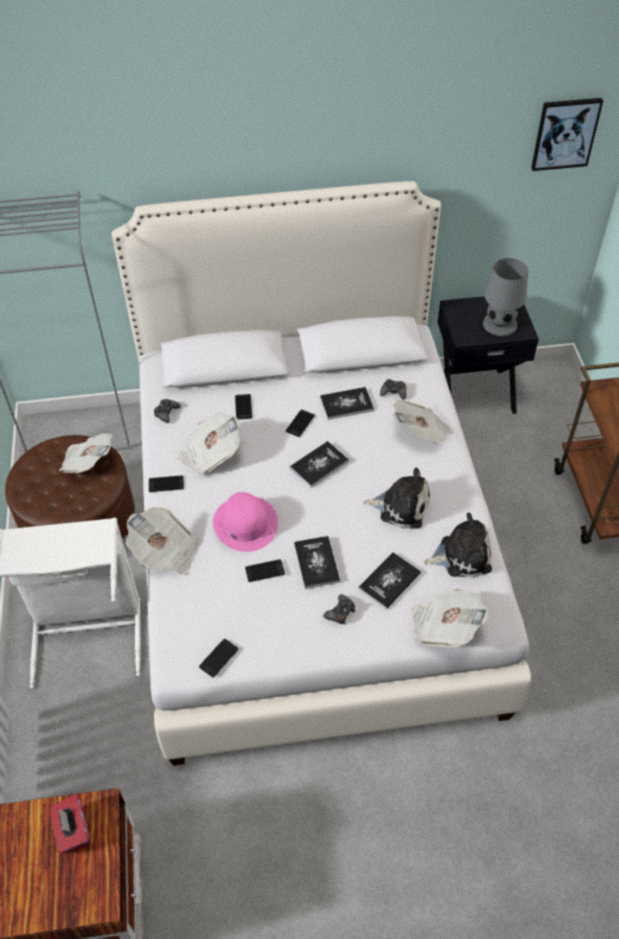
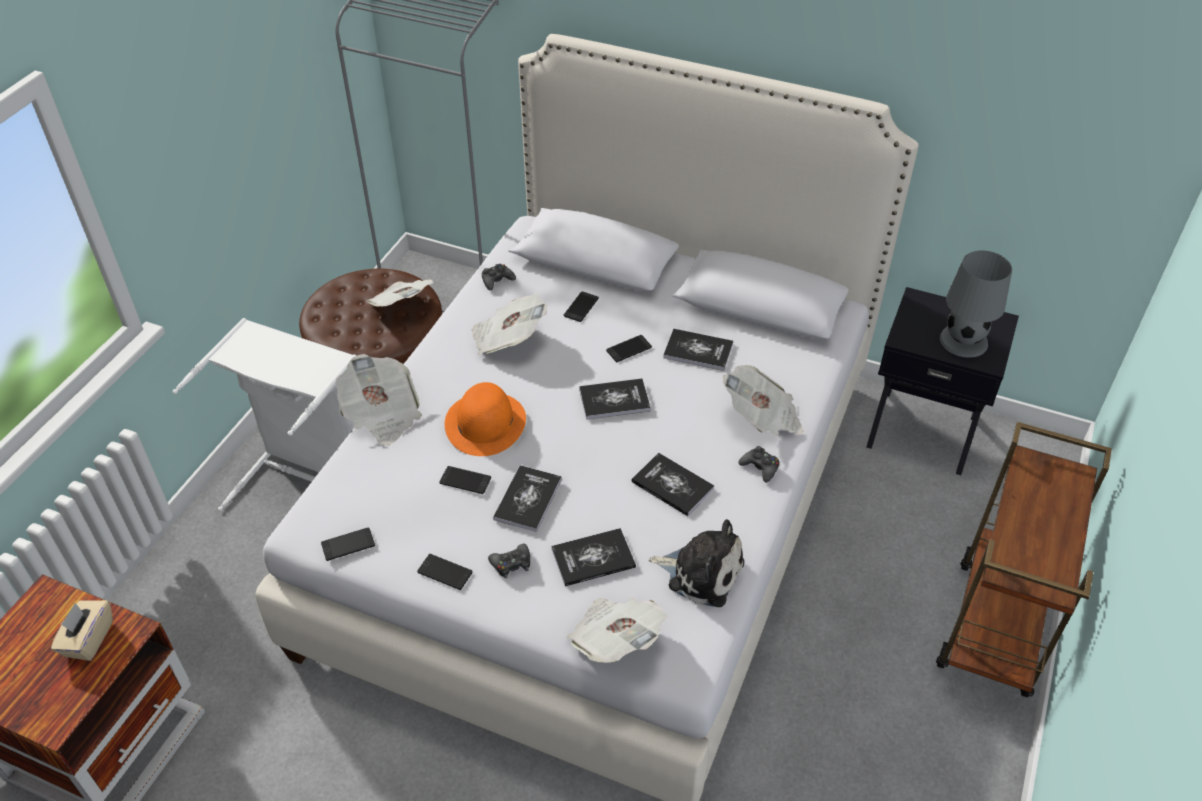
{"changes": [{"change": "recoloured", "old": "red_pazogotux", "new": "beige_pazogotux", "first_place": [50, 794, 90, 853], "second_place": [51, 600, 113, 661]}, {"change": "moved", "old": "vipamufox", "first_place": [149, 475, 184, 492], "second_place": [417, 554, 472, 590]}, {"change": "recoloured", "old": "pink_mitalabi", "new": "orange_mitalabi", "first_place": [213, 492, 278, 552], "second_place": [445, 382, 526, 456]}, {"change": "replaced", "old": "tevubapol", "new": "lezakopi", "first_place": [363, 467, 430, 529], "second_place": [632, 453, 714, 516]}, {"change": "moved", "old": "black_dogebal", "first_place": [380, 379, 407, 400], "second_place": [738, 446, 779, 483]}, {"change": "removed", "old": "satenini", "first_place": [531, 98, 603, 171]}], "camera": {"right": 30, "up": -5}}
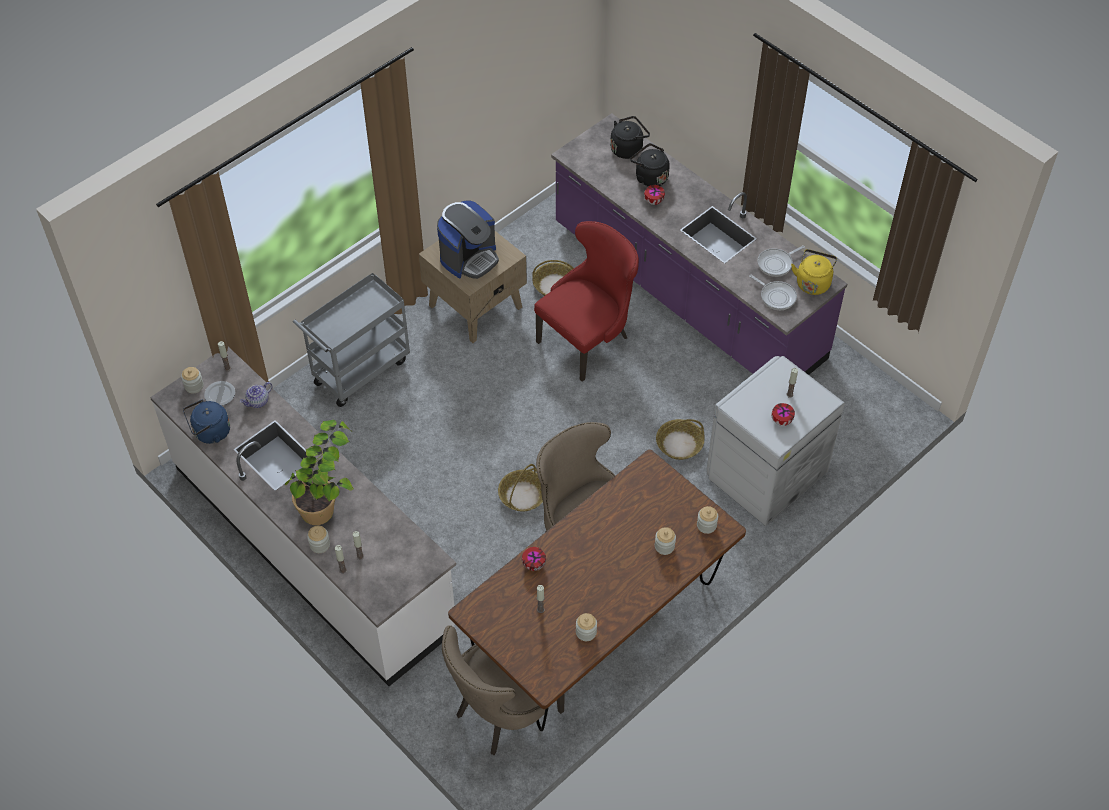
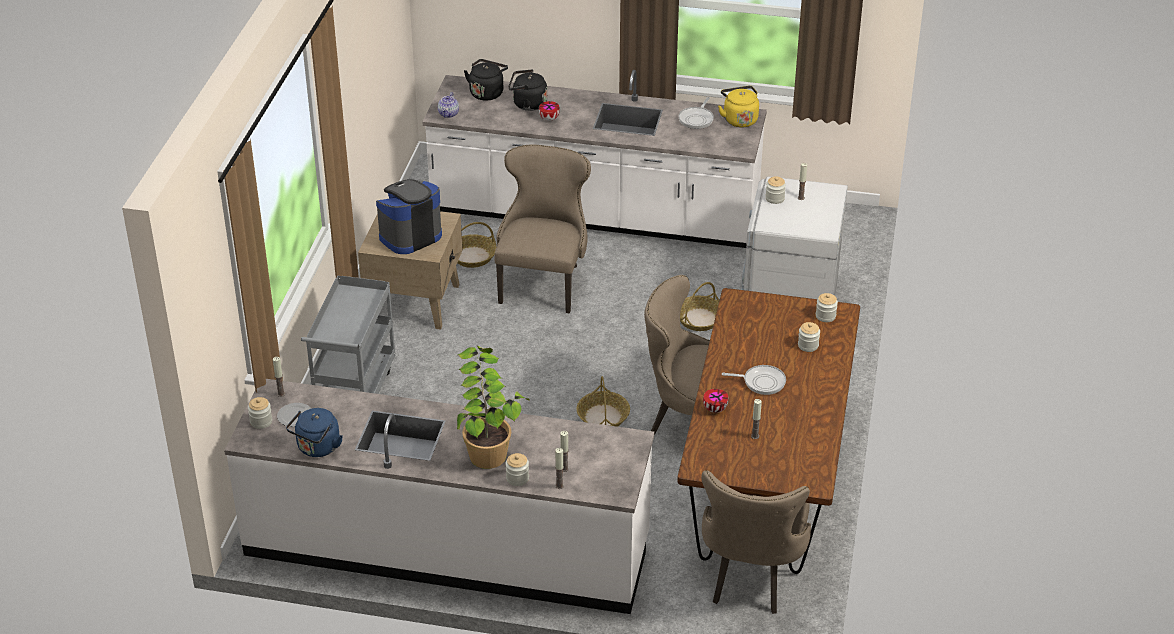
{"changes": [{"change": "turned", "old": "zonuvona", "first_place": [437, 200, 499, 279], "second_place": [376, 179, 442, 254], "degrees": -135}, {"change": "recoloured", "old": "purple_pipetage", "new": "white_pipetage", "first_place": [551, 113, 847, 375], "second_place": [423, 70, 767, 248]}, {"change": "moved", "old": "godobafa", "first_place": [240, 382, 272, 408], "second_place": [438, 92, 459, 118]}, {"change": "recoloured", "old": "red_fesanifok", "new": "beige_fesanifok", "first_place": [534, 221, 639, 382], "second_place": [494, 144, 591, 314]}, {"change": "moved", "old": "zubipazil", "first_place": [749, 275, 797, 310], "second_place": [722, 365, 786, 395]}, {"change": "moved", "old": "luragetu", "first_place": [576, 613, 597, 641], "second_place": [765, 176, 786, 204]}, {"change": "removed", "old": "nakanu", "first_place": [771, 403, 795, 426]}], "camera": {"right": -35, "up": -15}}
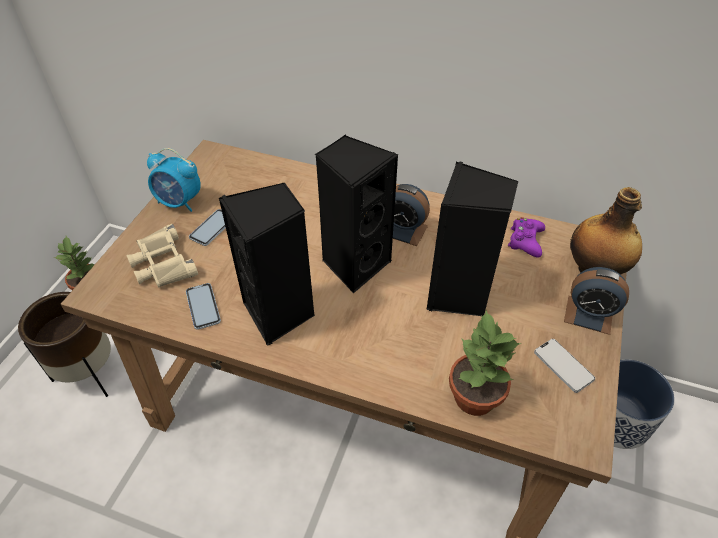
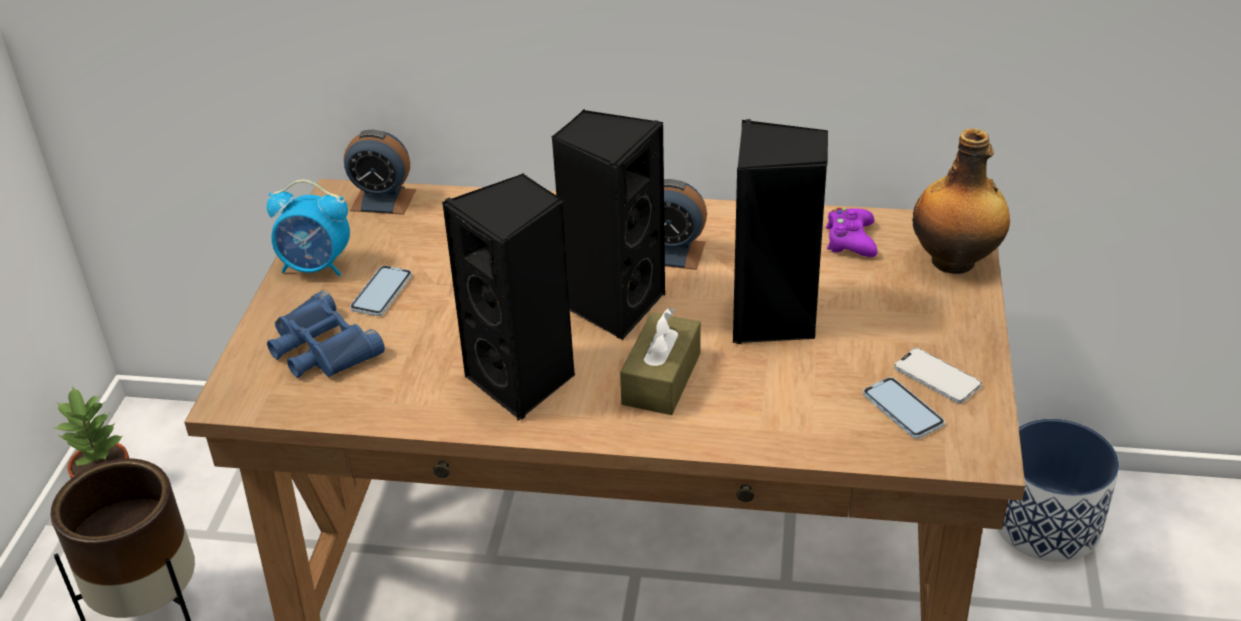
{"changes": [{"change": "recoloured", "old": "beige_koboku", "new": "blue_koboku", "first_place": [126, 224, 198, 288], "second_place": [267, 290, 385, 378]}, {"change": "moved", "old": "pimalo", "first_place": [564, 267, 629, 335], "second_place": [344, 130, 416, 215]}, {"change": "added", "new": "brown_pazogotux", "second_place": [620, 307, 701, 415]}, {"change": "moved", "old": "vipamufox", "first_place": [186, 283, 221, 330], "second_place": [863, 377, 945, 439]}, {"change": "removed", "old": "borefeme", "first_place": [449, 310, 521, 416]}], "camera": {"right": -10, "up": -10}}
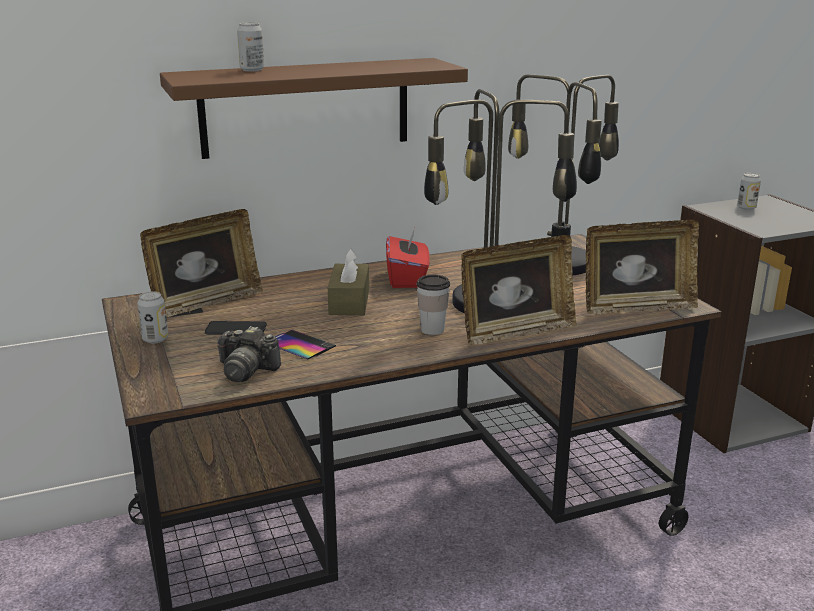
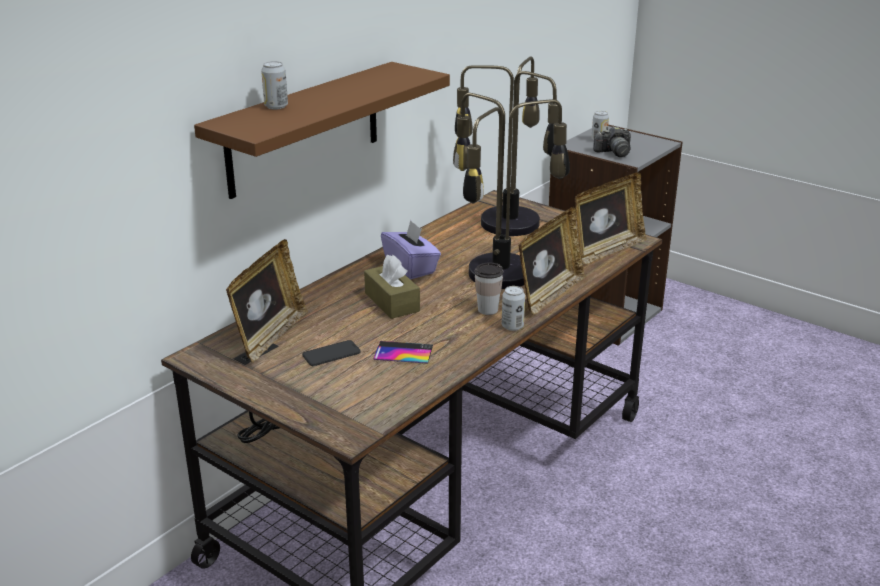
{"changes": [{"change": "recoloured", "old": "red_pazogotux", "new": "purple_pazogotux", "first_place": [386, 230, 430, 288], "second_place": [381, 220, 441, 279]}, {"change": "moved", "old": "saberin", "first_place": [137, 291, 168, 343], "second_place": [502, 286, 525, 331]}, {"change": "moved", "old": "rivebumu", "first_place": [217, 326, 281, 382], "second_place": [593, 126, 631, 157]}], "camera": {"right": -30, "up": 5}}
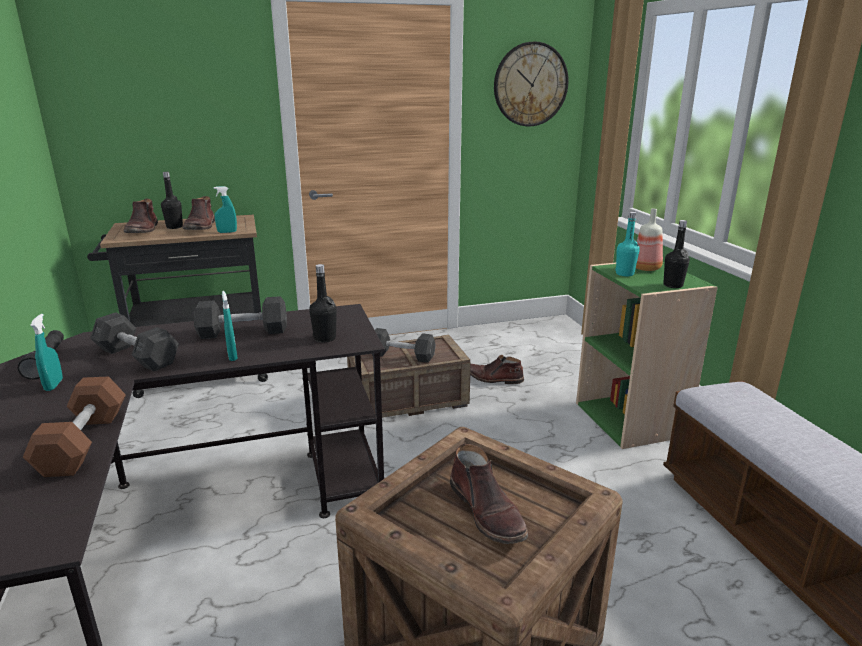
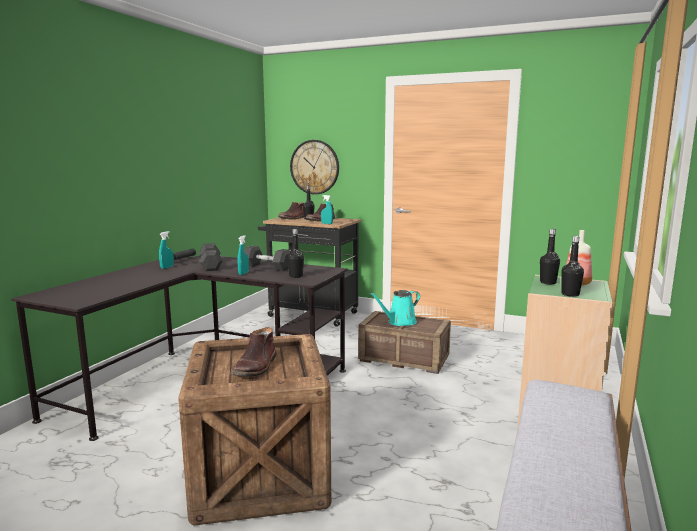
{"changes": [{"change": "moved", "old": "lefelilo", "first_place": [494, 41, 569, 127], "second_place": [290, 140, 339, 195]}, {"change": "replaced", "old": "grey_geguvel", "new": "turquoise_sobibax", "first_place": [375, 328, 436, 363], "second_place": [370, 290, 420, 326]}, {"change": "recoloured", "old": "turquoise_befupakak", "new": "black_befupakak", "first_place": [615, 212, 640, 276], "second_place": [540, 229, 560, 284]}, {"change": "removed", "old": "brown_geguvel", "first_place": [23, 376, 126, 477]}, {"change": "removed", "old": "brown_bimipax", "first_place": [470, 355, 524, 384]}], "camera": {"right": 40, "up": -10}}
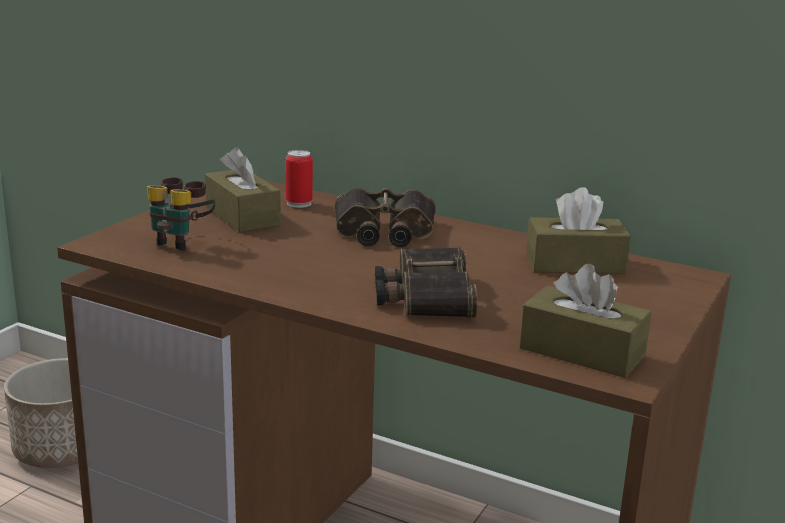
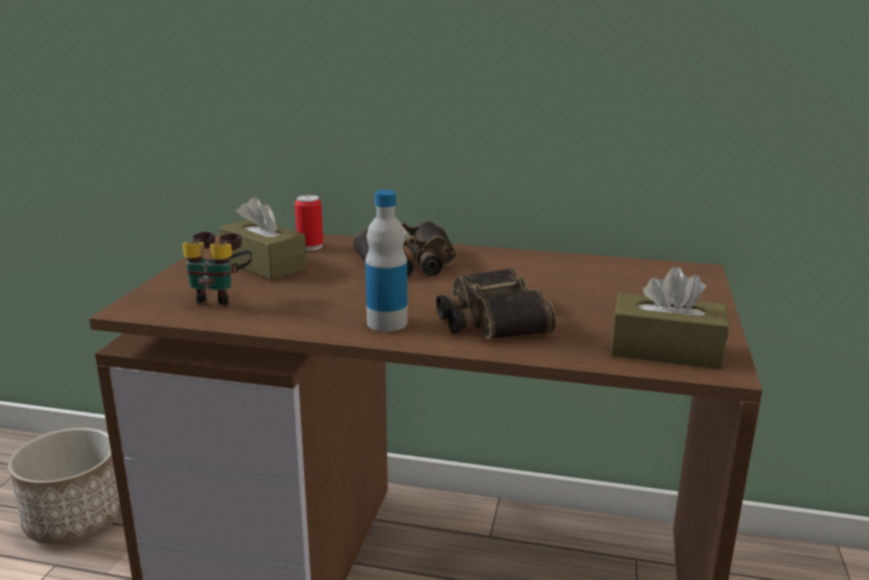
{"changes": [{"change": "added", "new": "befupakak", "second_place": [365, 190, 408, 332]}, {"change": "removed", "old": "brown_pazogotux", "first_place": [526, 187, 631, 274]}], "camera": {"right": -15, "up": 0}}
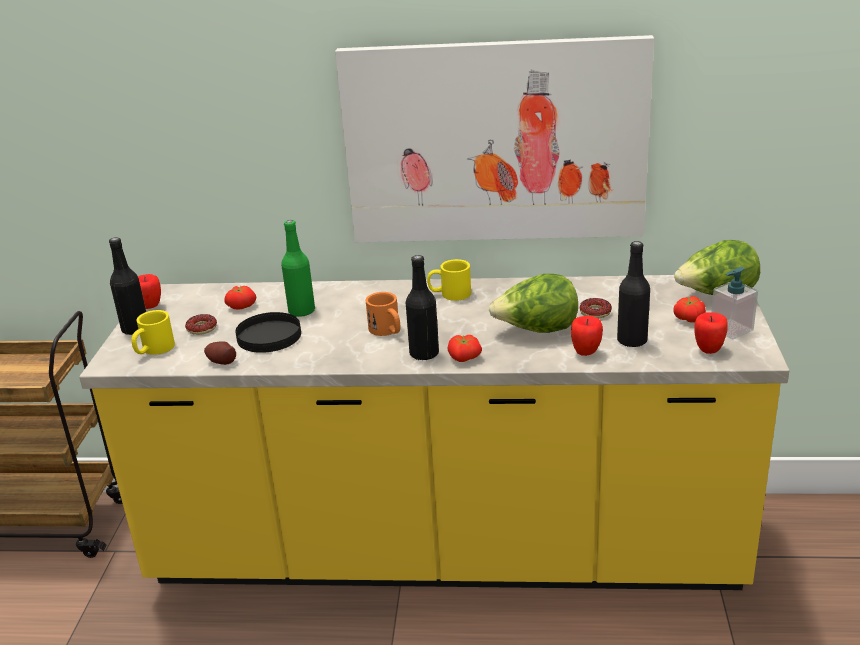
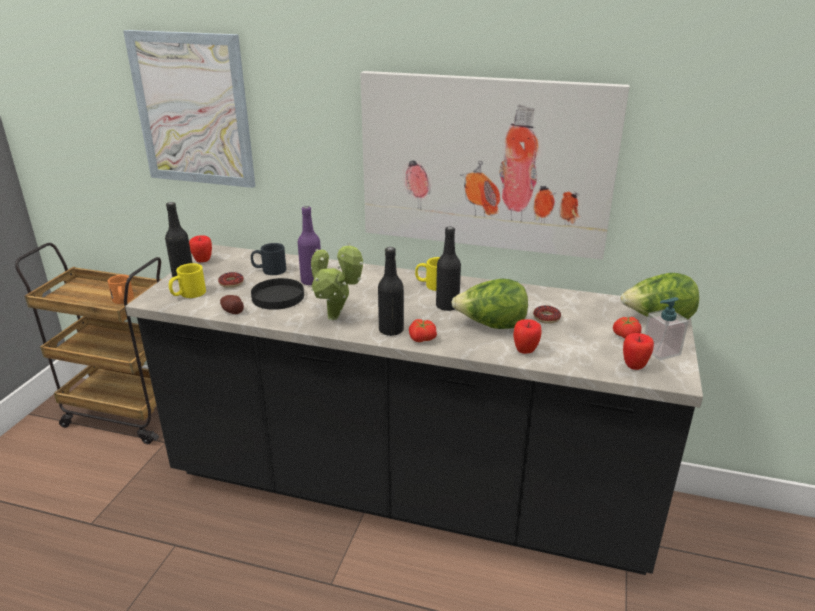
{"changes": [{"change": "moved", "old": "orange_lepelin", "first_place": [366, 292, 400, 336], "second_place": [107, 275, 134, 304]}, {"change": "added", "new": "satenini", "second_place": [123, 30, 255, 188]}, {"change": "recoloured", "old": "yellow_pipetage", "new": "black_pipetage", "first_place": [79, 275, 790, 590], "second_place": [125, 245, 703, 575]}, {"change": "replaced", "old": "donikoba", "new": "black_lepelin", "first_place": [224, 286, 256, 310], "second_place": [251, 243, 286, 275]}, {"change": "recoloured", "old": "green_befupakak", "new": "purple_befupakak", "first_place": [281, 220, 315, 317], "second_place": [298, 206, 321, 285]}, {"change": "added", "new": "borefeme", "second_place": [311, 243, 363, 321]}, {"change": "moved", "old": "black_befupakak", "first_place": [617, 241, 650, 347], "second_place": [436, 227, 461, 311]}], "camera": {"right": 10, "up": 0}}
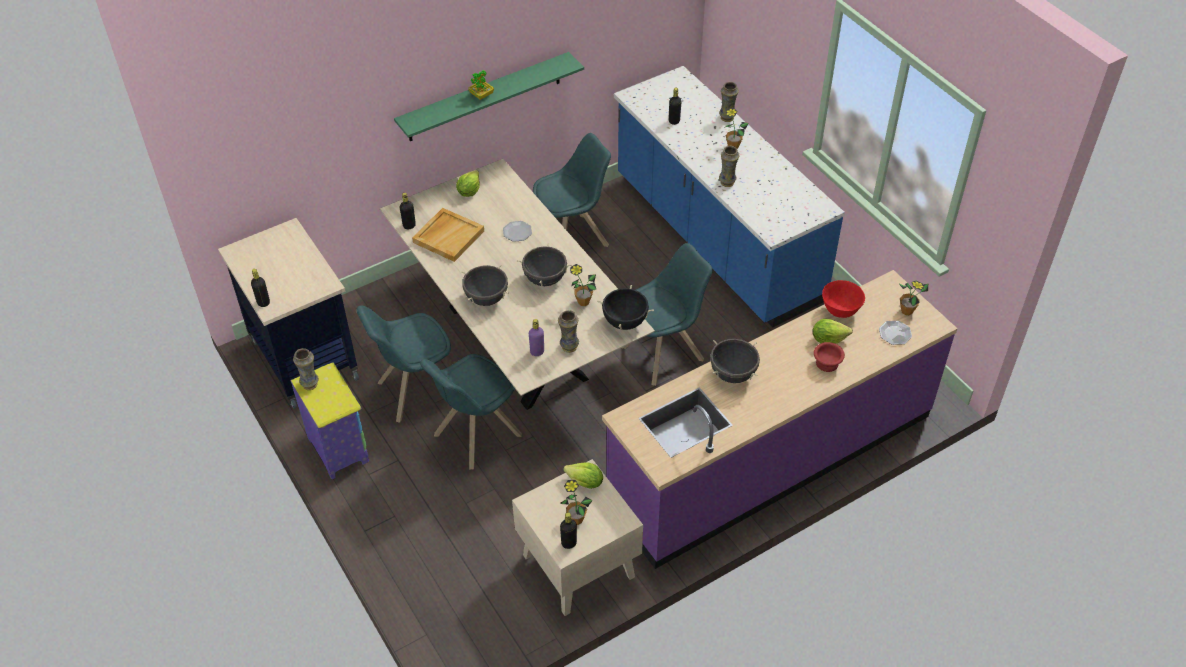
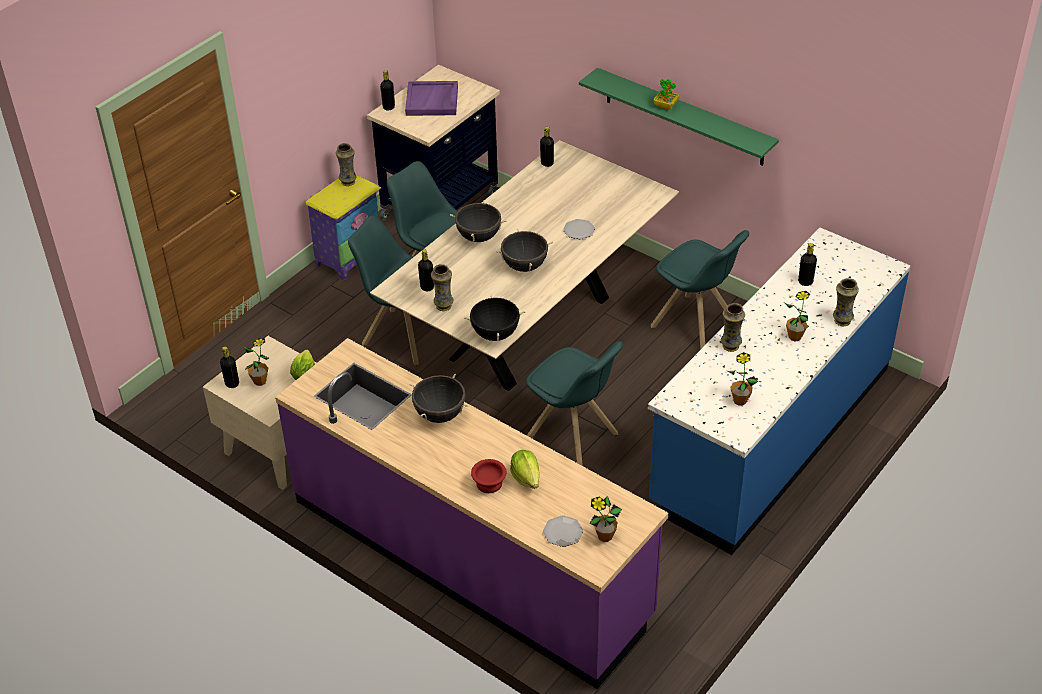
{"changes": [{"change": "added", "new": "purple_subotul", "second_place": [405, 81, 458, 116]}, {"change": "recoloured", "old": "purple_befupakak", "new": "black_befupakak", "first_place": [529, 319, 544, 356], "second_place": [418, 249, 434, 291]}, {"change": "moved", "old": "borefeme", "first_place": [570, 264, 596, 306], "second_place": [728, 352, 758, 406]}, {"change": "removed", "old": "beige_subotul", "first_place": [412, 208, 484, 262]}, {"change": "removed", "old": "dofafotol", "first_place": [456, 170, 480, 197]}, {"change": "removed", "old": "red_nakanu", "first_place": [822, 280, 865, 318]}], "camera": {"right": 70, "up": -5}}
